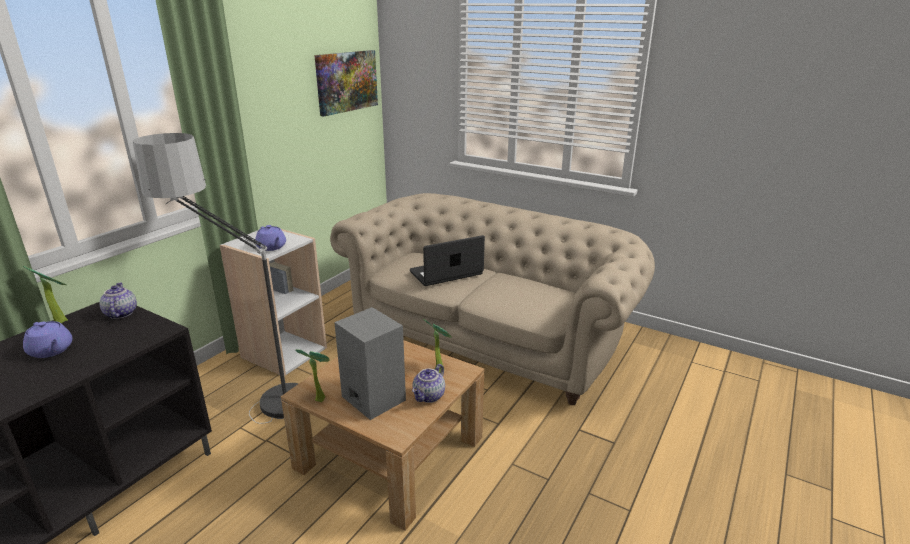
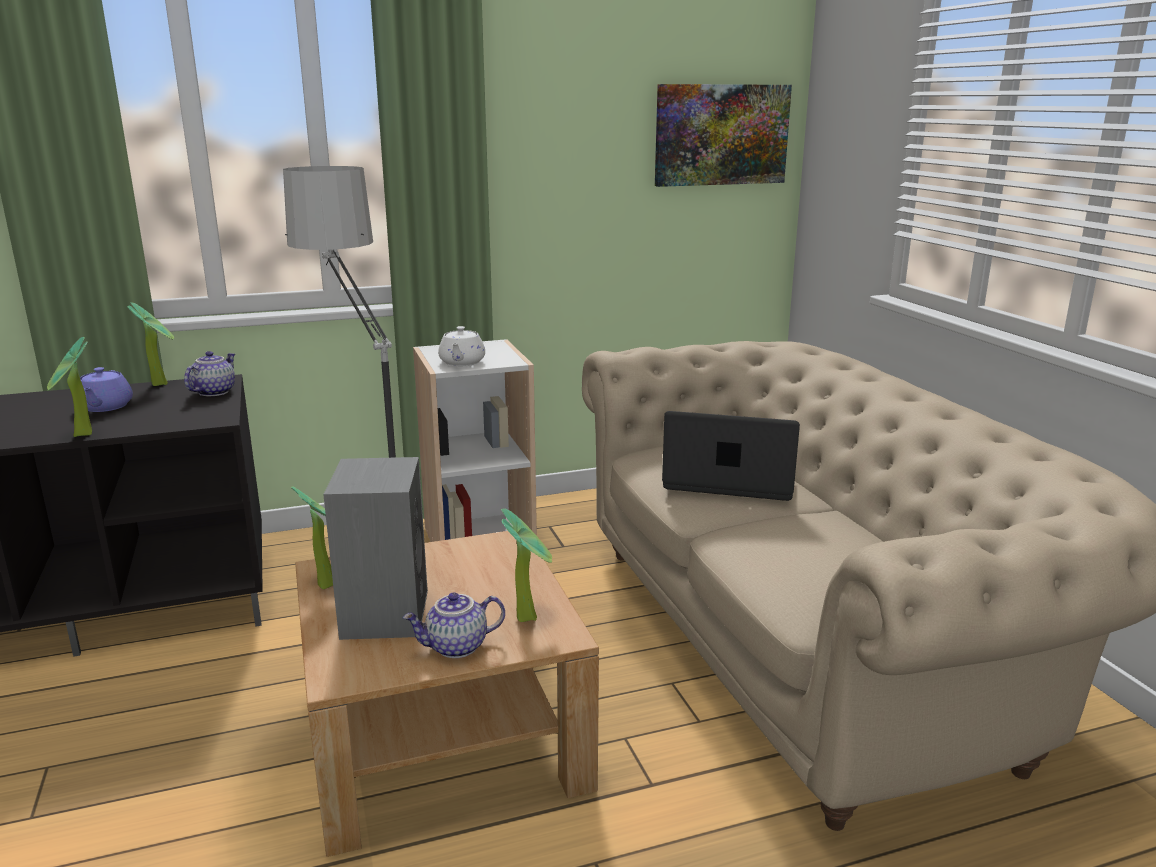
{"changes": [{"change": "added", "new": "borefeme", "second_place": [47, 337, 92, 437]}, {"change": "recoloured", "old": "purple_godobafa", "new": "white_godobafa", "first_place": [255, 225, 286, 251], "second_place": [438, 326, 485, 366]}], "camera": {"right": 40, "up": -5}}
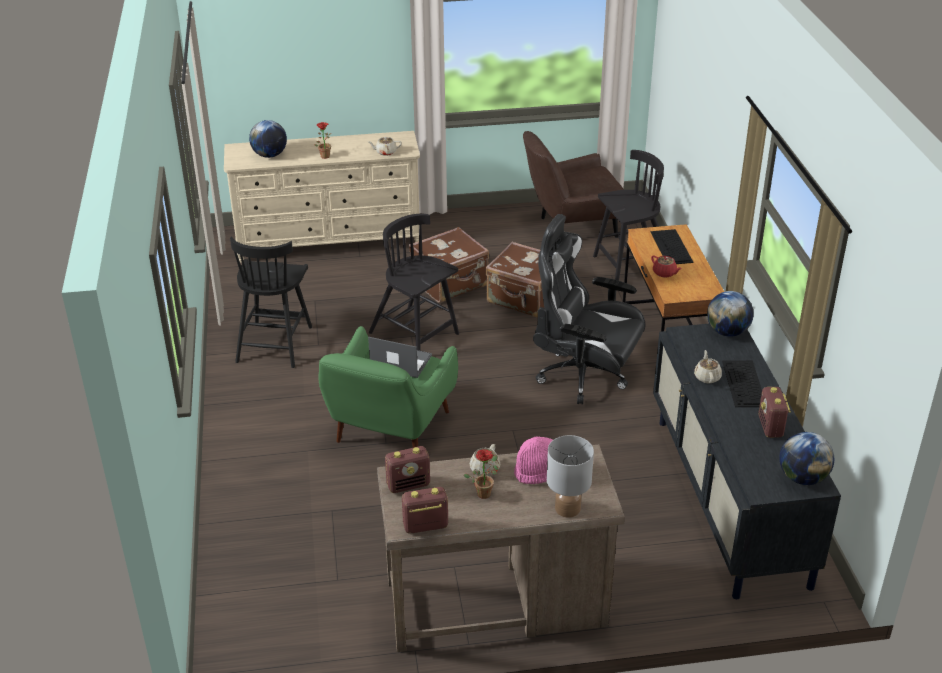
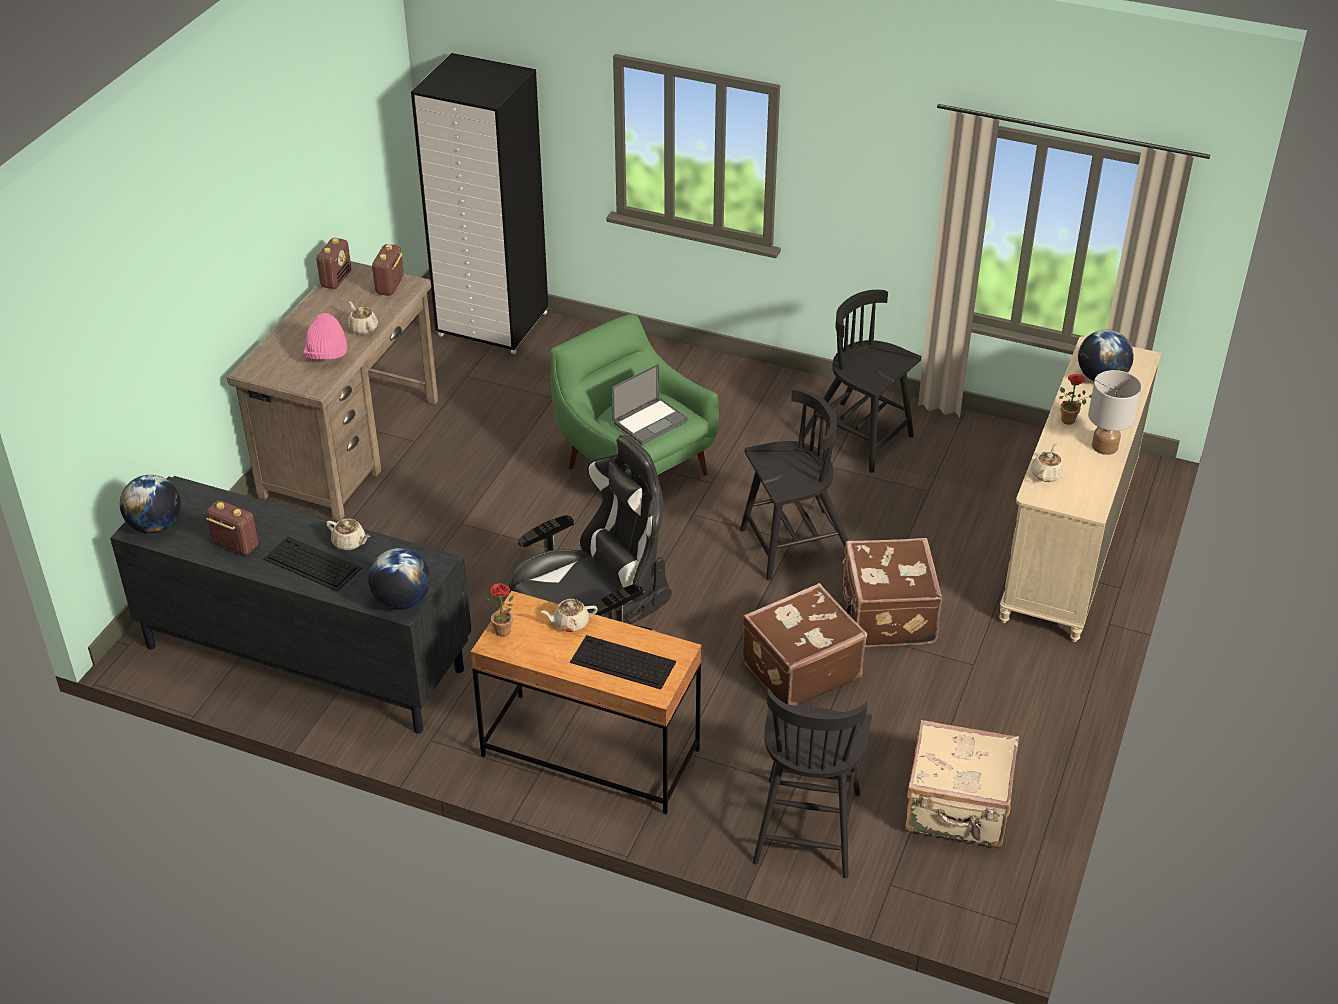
{"changes": [{"change": "added", "new": "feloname", "second_place": [411, 53, 548, 354]}, {"change": "moved", "old": "borefeme", "first_place": [463, 450, 499, 499], "second_place": [487, 583, 514, 637]}, {"change": "recoloured", "old": "red_godobafa", "new": "beige_godobafa", "first_place": [651, 255, 682, 278], "second_place": [541, 599, 598, 632]}, {"change": "replaced", "old": "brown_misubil", "new": "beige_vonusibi", "first_place": [523, 131, 624, 238], "second_place": [905, 720, 1019, 848]}, {"change": "moved", "old": "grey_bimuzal", "first_place": [547, 435, 594, 518], "second_place": [1088, 370, 1141, 455]}], "camera": {"right": 120, "up": 5}}
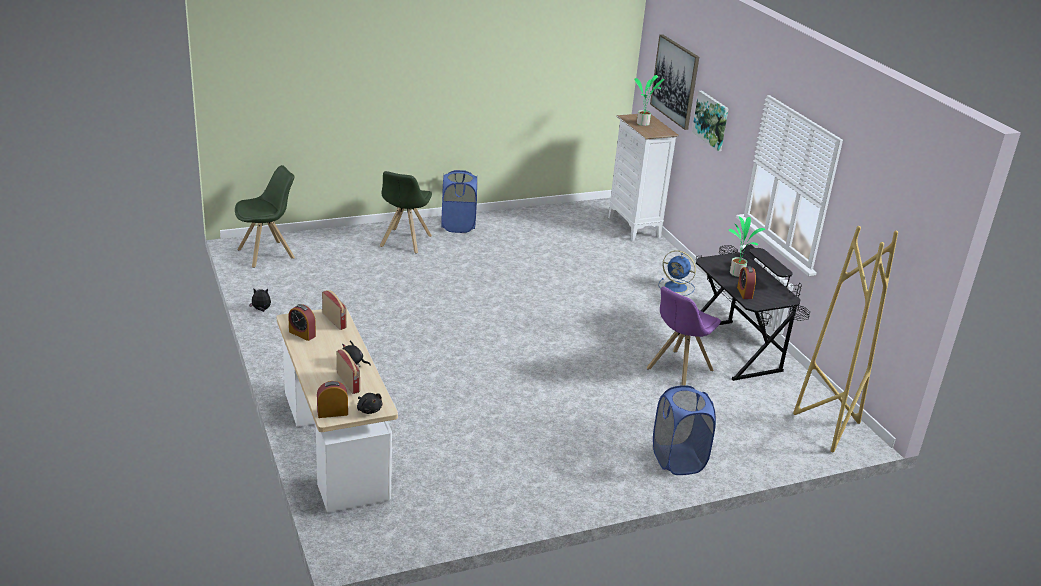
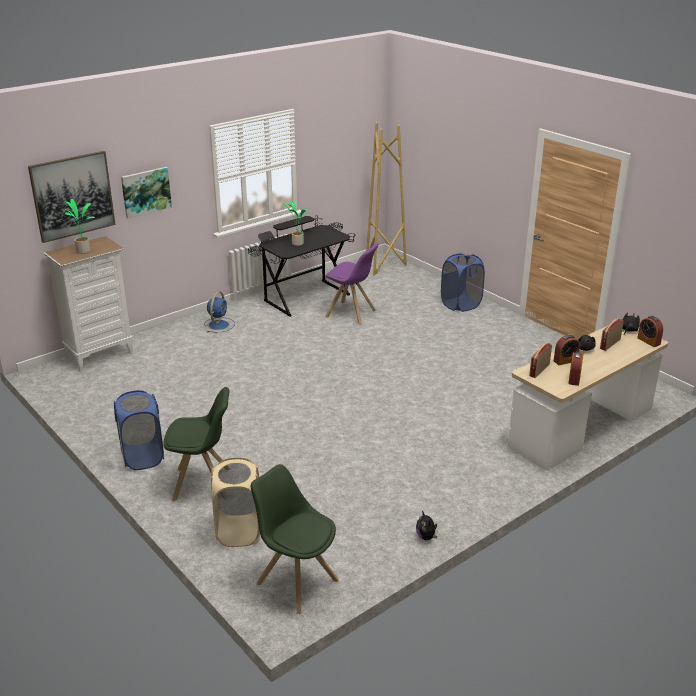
{"changes": [{"change": "added", "new": "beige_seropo", "second_place": [211, 458, 260, 547]}, {"change": "moved", "old": "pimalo", "first_place": [737, 266, 756, 299], "second_place": [554, 335, 580, 365]}], "camera": {"right": -105, "up": 0}}
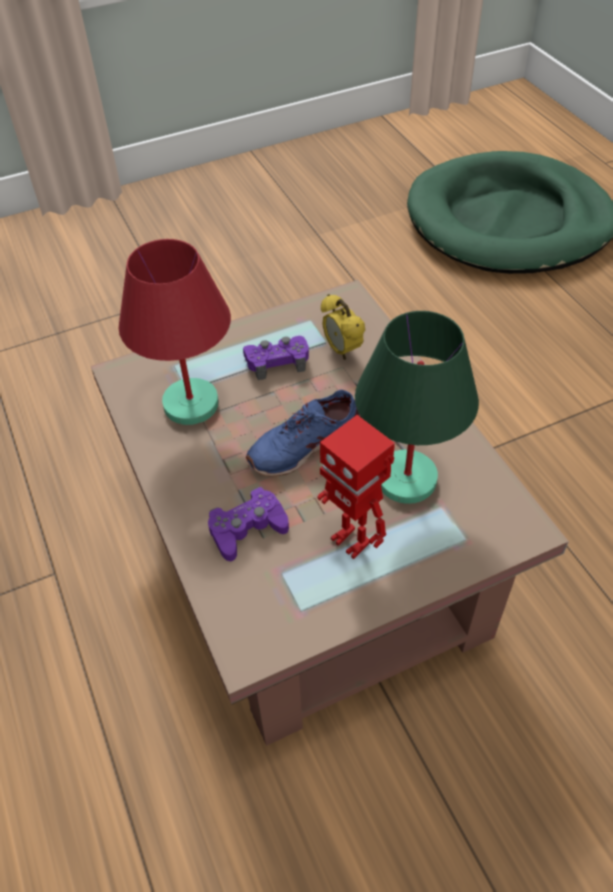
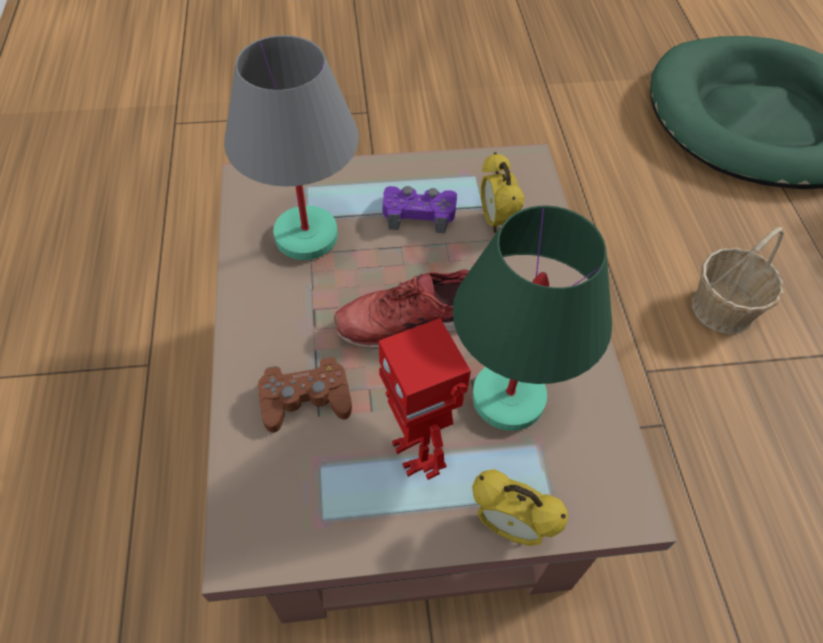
{"changes": [{"change": "recoloured", "old": "red_bimuzal", "new": "grey_bimuzal", "first_place": [119, 239, 231, 425], "second_place": [224, 35, 359, 260]}, {"change": "recoloured", "old": "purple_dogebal", "new": "brown_dogebal", "first_place": [208, 487, 289, 561], "second_place": [258, 356, 352, 433]}, {"change": "recoloured", "old": "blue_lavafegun", "new": "red_lavafegun", "first_place": [246, 390, 361, 476], "second_place": [334, 269, 469, 349]}, {"change": "added", "new": "pimalo", "second_place": [472, 469, 568, 546]}, {"change": "added", "new": "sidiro", "second_place": [692, 227, 784, 334]}], "camera": {"right": 15, "up": 5}}
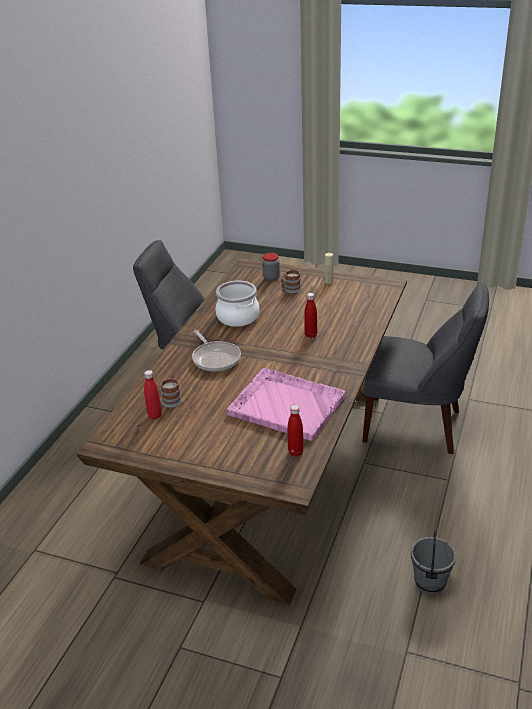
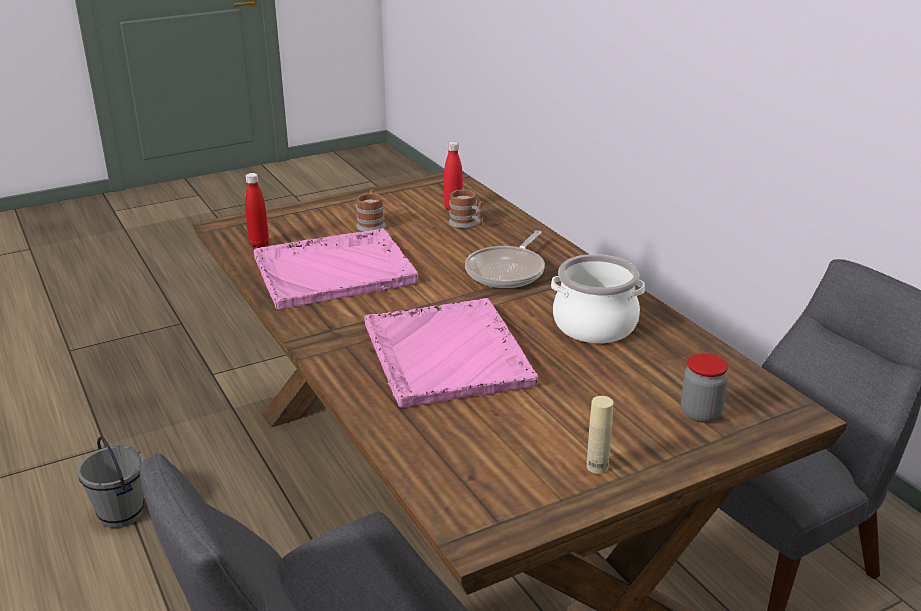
{"changes": [{"change": "moved", "old": "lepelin", "first_place": [281, 270, 302, 293], "second_place": [356, 190, 386, 232]}, {"change": "replaced", "old": "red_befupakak", "new": "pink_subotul", "first_place": [304, 293, 317, 338], "second_place": [364, 298, 539, 408]}, {"change": "turned", "old": "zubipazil", "first_place": [192, 330, 241, 372], "second_place": [465, 230, 545, 288], "degrees": -75}], "camera": {"right": 130, "up": -5}}
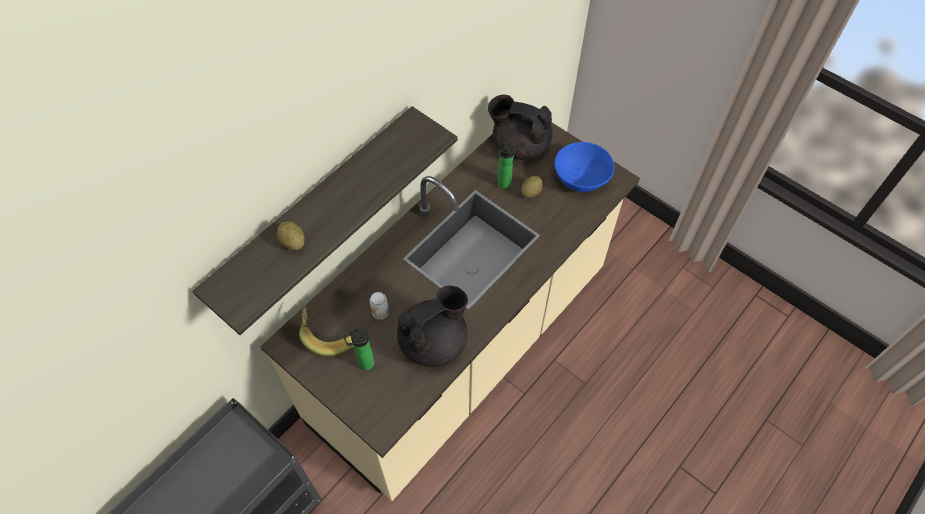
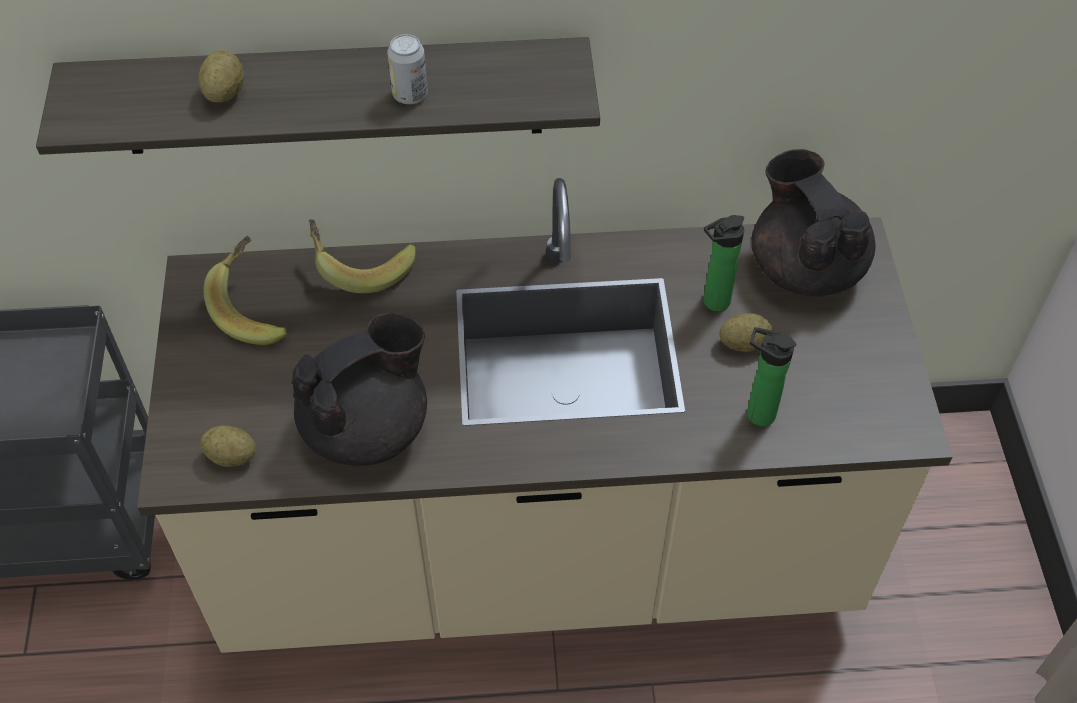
{"changes": [{"change": "added", "new": "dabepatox", "second_place": [200, 425, 256, 467]}, {"change": "turned", "old": "black_godobafa", "first_place": [397, 285, 468, 367], "second_place": [291, 313, 427, 466], "degrees": -45}, {"change": "added", "new": "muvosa", "second_place": [309, 219, 416, 293]}, {"change": "moved", "old": "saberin", "first_place": [369, 292, 389, 320], "second_place": [387, 34, 428, 104]}, {"change": "moved", "old": "befupakak", "first_place": [343, 329, 374, 370], "second_place": [747, 327, 796, 426]}, {"change": "removed", "old": "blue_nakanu", "first_place": [554, 142, 614, 192]}], "camera": {"right": 45, "up": -5}}
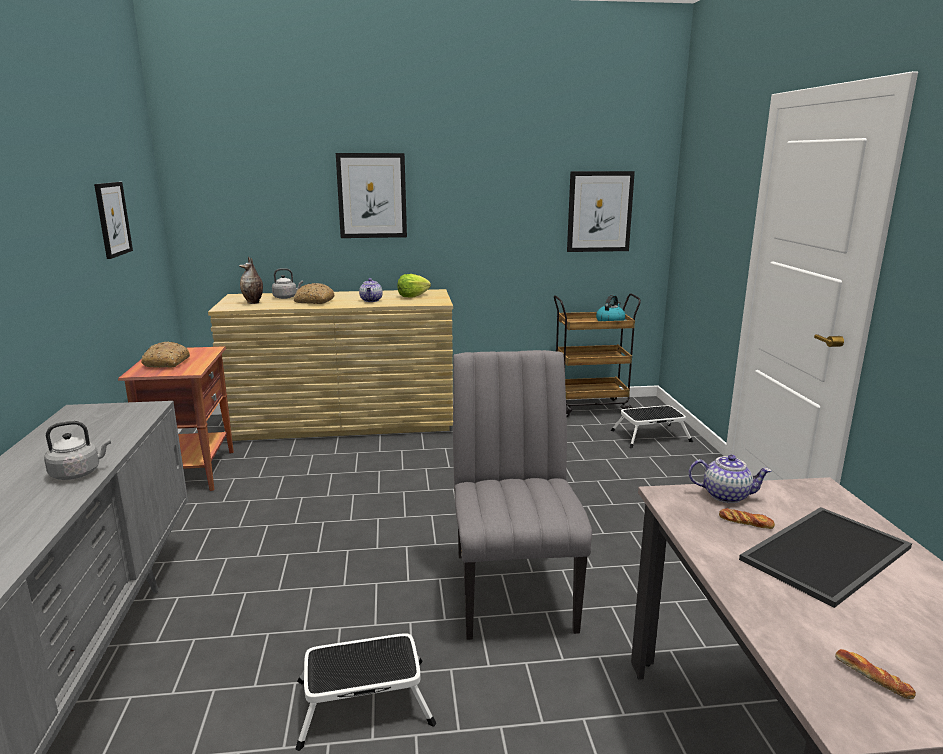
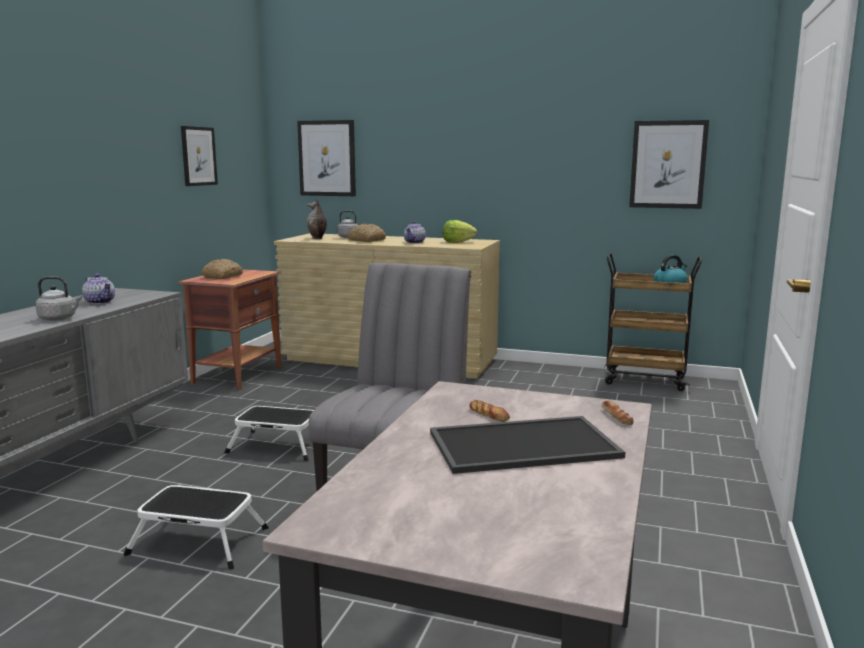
{"changes": [{"change": "moved", "old": "godobafa", "first_place": [689, 455, 772, 503], "second_place": [82, 273, 115, 304]}, {"change": "moved", "old": "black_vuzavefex", "first_place": [611, 405, 693, 448], "second_place": [224, 406, 314, 461]}, {"change": "moved", "old": "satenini", "first_place": [336, 153, 407, 238], "second_place": [297, 120, 356, 196]}, {"change": "moved", "old": "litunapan", "first_place": [835, 649, 916, 699], "second_place": [602, 401, 634, 425]}], "camera": {"right": 25, "up": -5}}
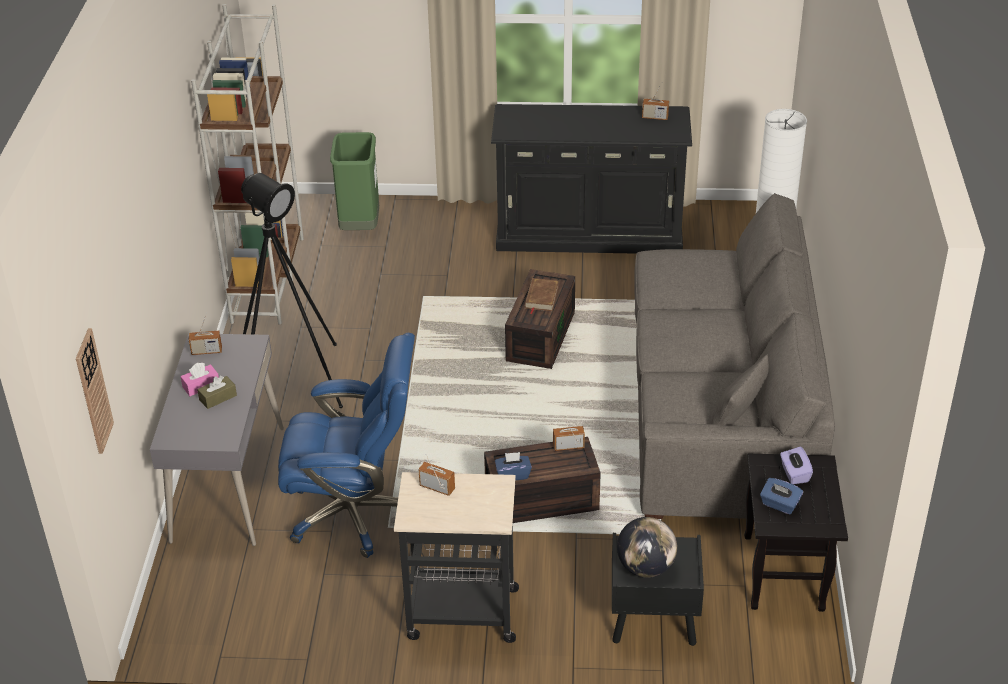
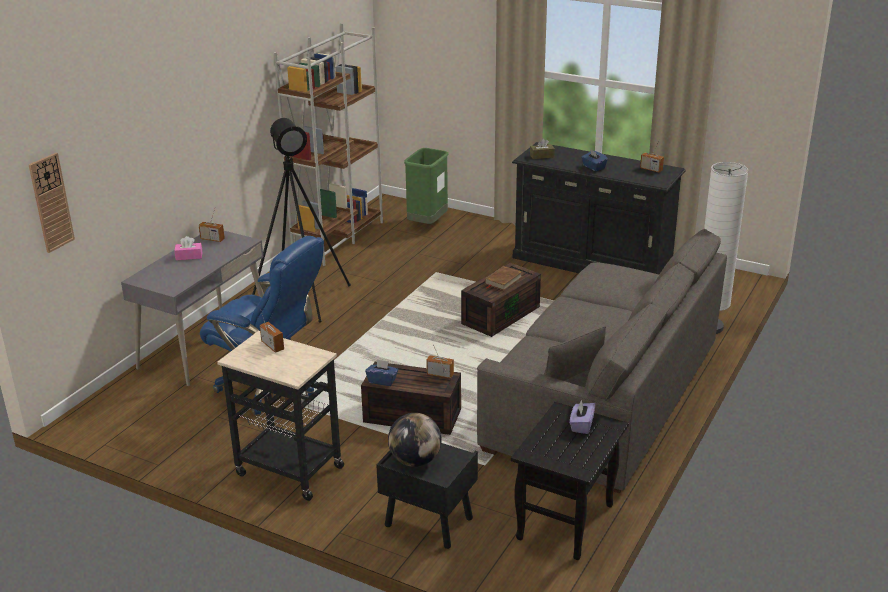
{"changes": [{"change": "moved", "old": "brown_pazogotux", "first_place": [197, 376, 237, 409], "second_place": [530, 139, 555, 159]}, {"change": "moved", "old": "blue_pazogotux", "first_place": [760, 478, 803, 514], "second_place": [581, 149, 608, 171]}], "camera": {"right": 25, "up": -10}}
